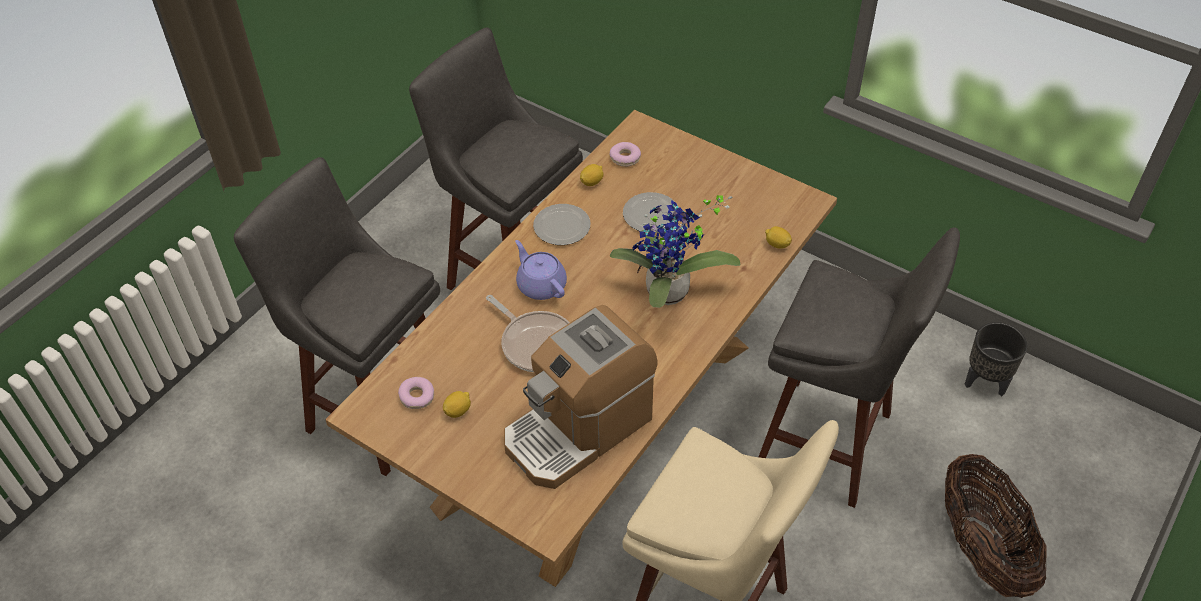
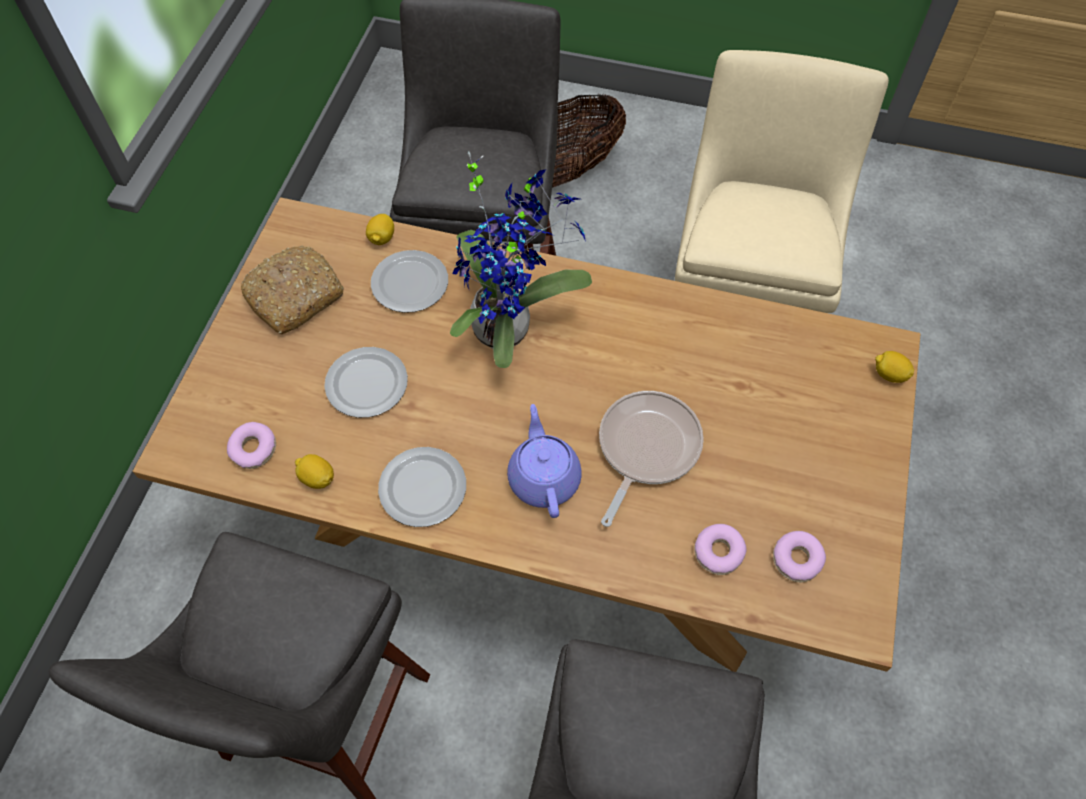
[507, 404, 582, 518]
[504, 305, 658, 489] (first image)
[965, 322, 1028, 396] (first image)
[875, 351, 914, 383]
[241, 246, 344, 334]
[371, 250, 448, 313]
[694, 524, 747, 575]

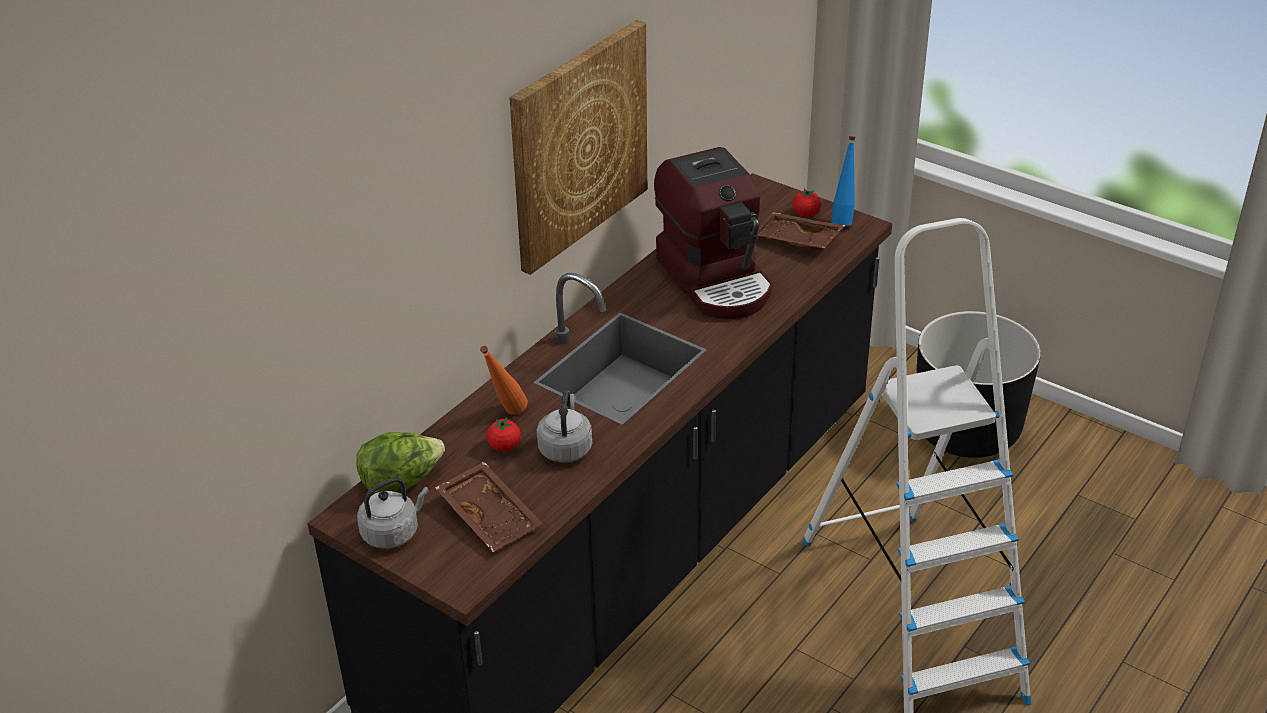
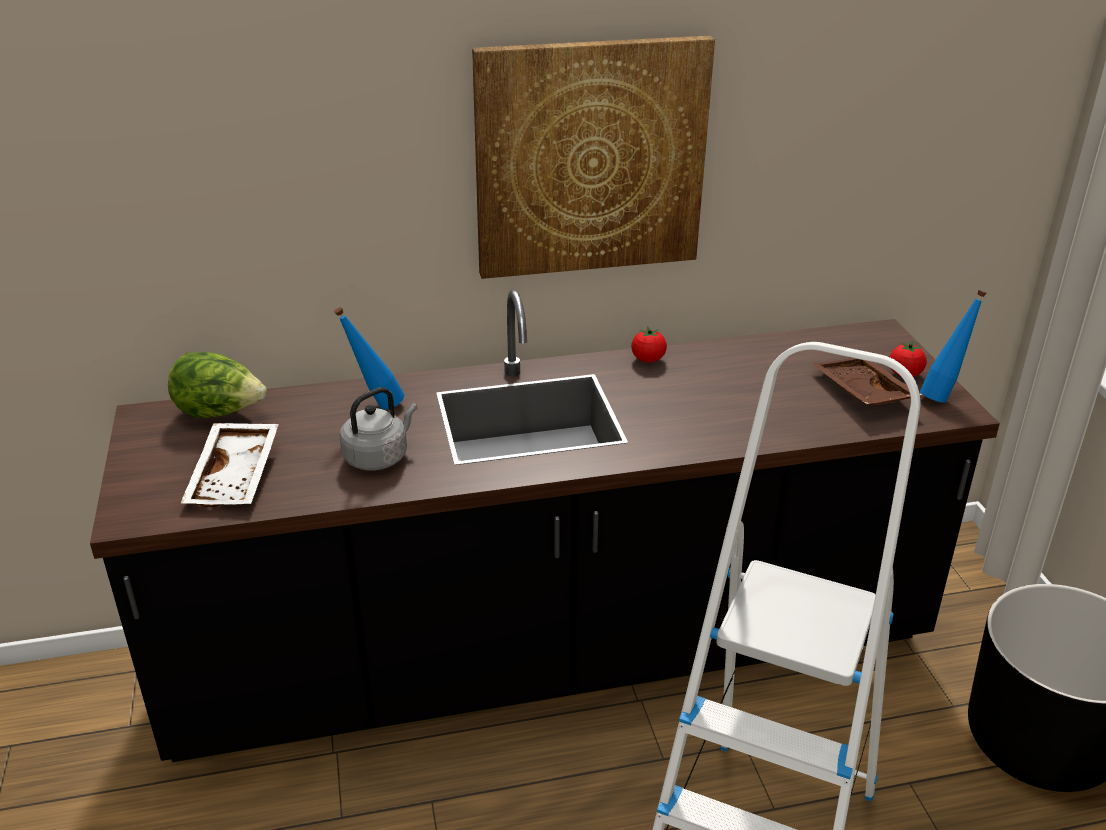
[654, 147, 773, 319] (first image)
[334, 307, 405, 409]
[631, 326, 667, 363]
[180, 423, 279, 507]
[357, 477, 429, 549] (first image)

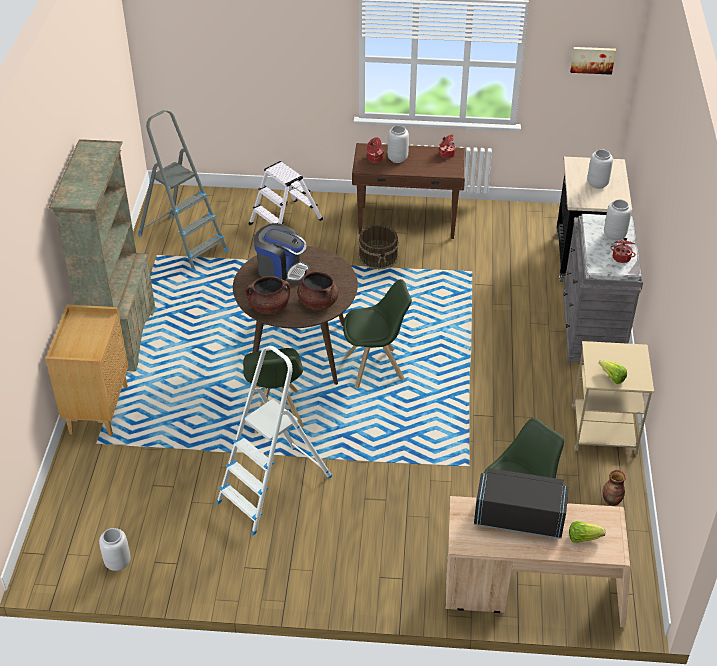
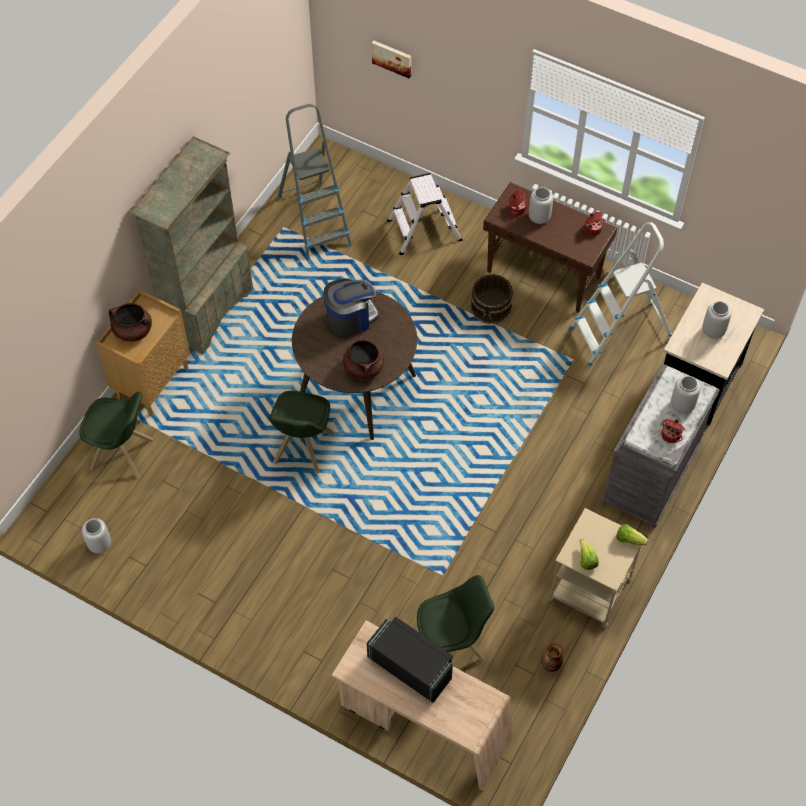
[372, 41, 411, 78]
[323, 278, 379, 336]
[109, 303, 152, 342]
[79, 392, 154, 479]
[569, 222, 672, 366]
[616, 524, 648, 546]

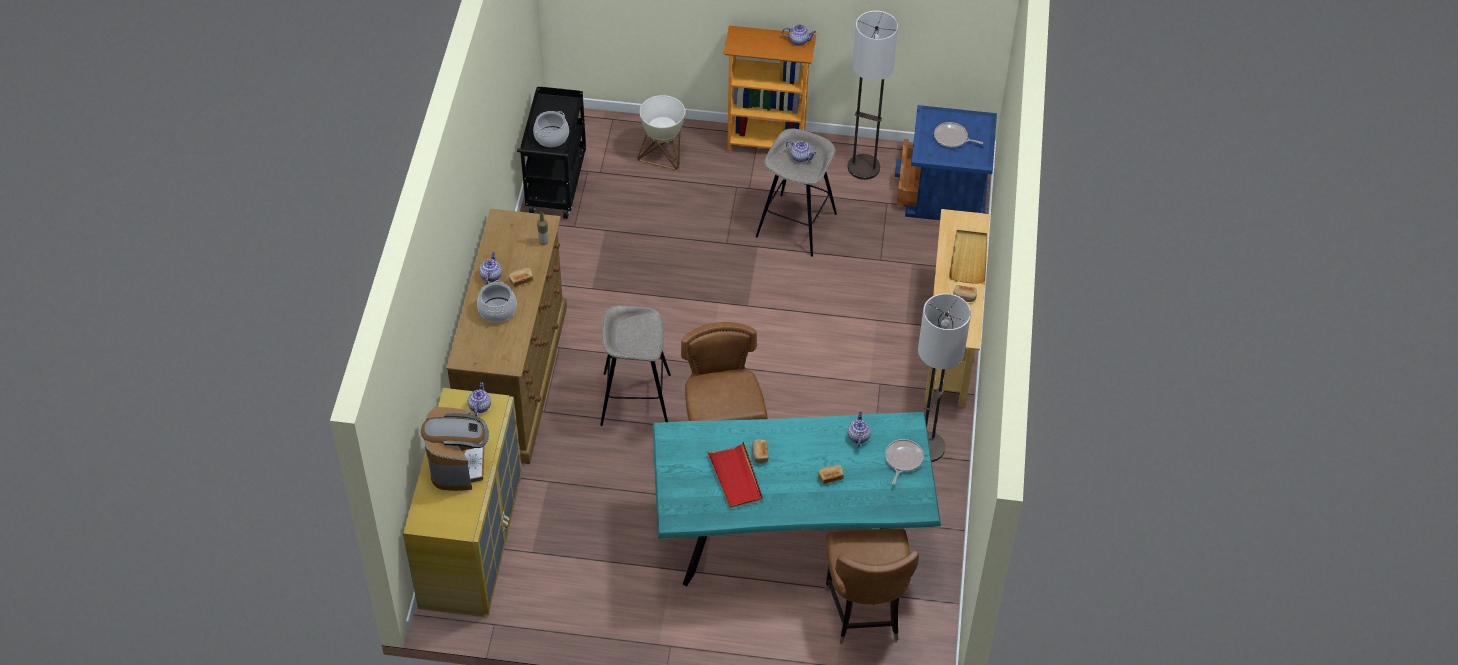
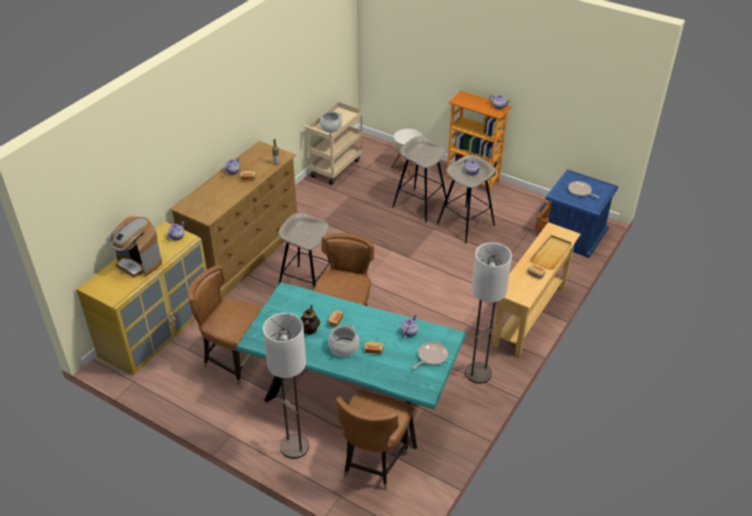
[263, 313, 309, 459]
[303, 102, 363, 185]
[328, 325, 359, 357]
[109, 216, 162, 278]
[300, 305, 320, 335]
[392, 136, 448, 223]
[188, 265, 263, 386]

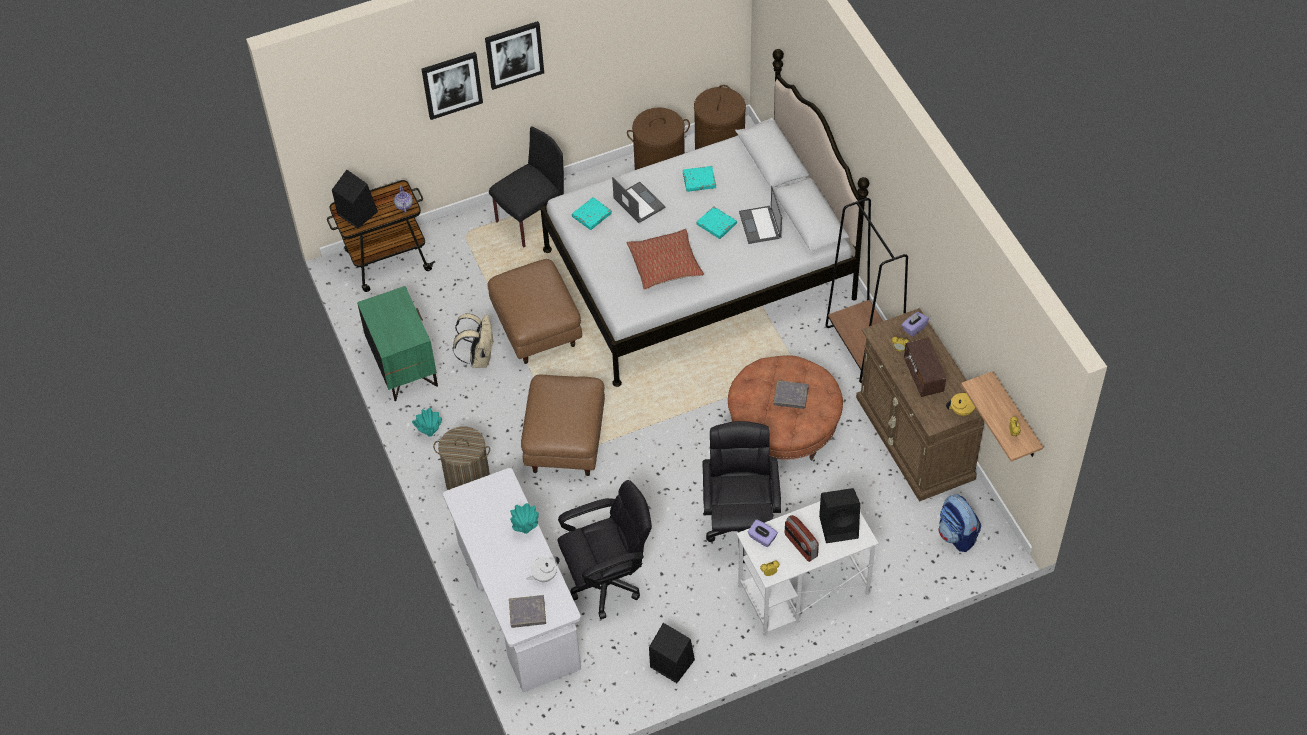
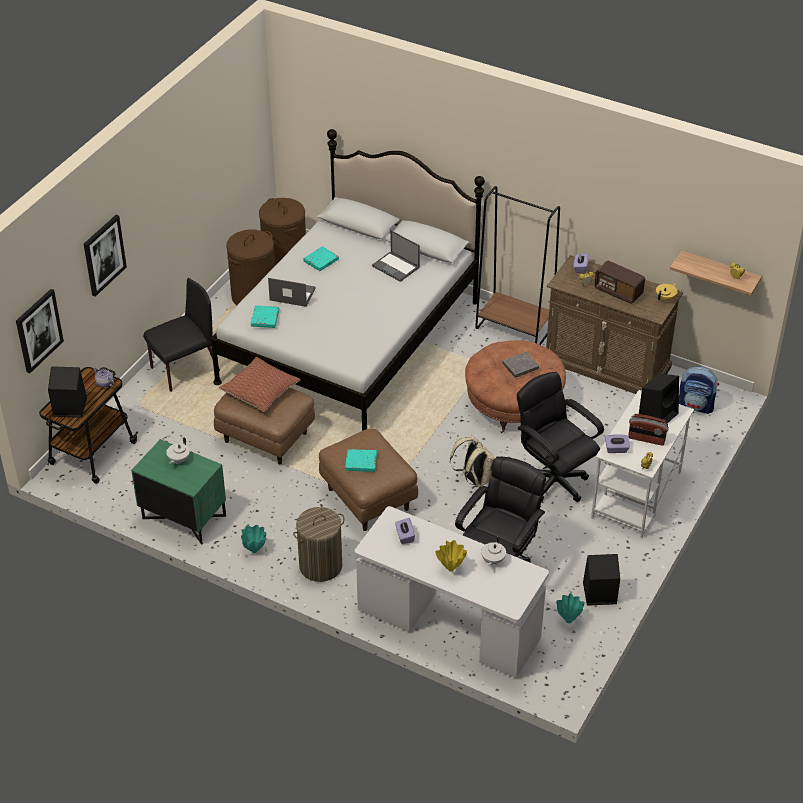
[16, 289, 64, 373]
[143, 278, 220, 392]
[345, 449, 377, 472]
[219, 357, 301, 412]
[450, 435, 496, 487]
[556, 593, 585, 623]
[509, 595, 546, 628] (first image)
[166, 437, 190, 464]
[395, 518, 415, 544]
[435, 540, 467, 571]

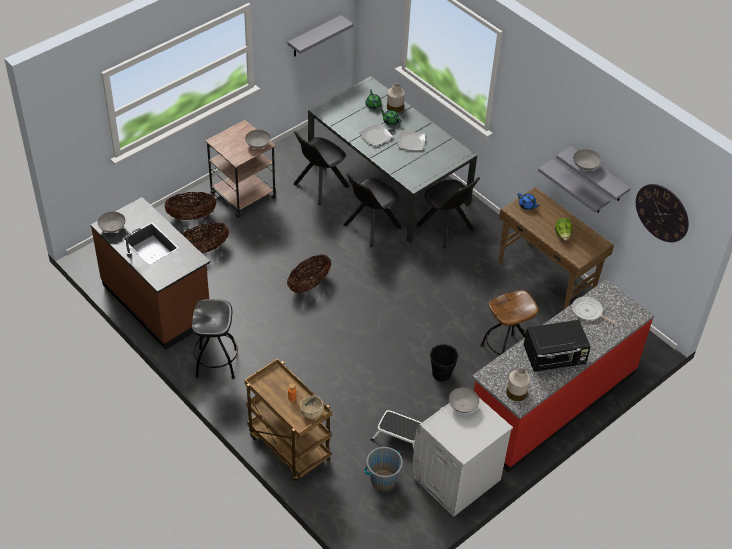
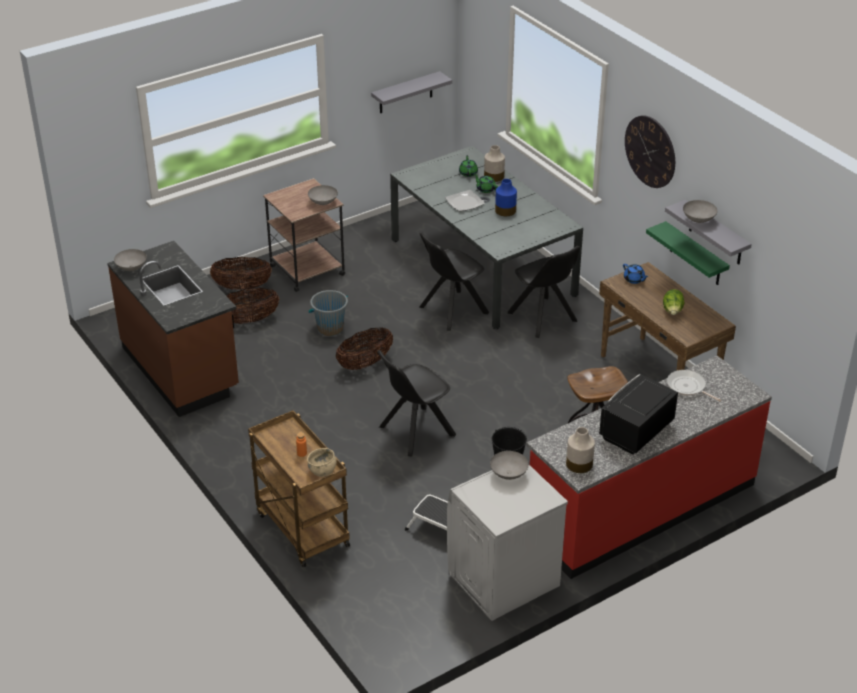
[377, 350, 456, 457]
[495, 179, 517, 216]
[646, 221, 730, 285]
[625, 115, 675, 188]
[192, 299, 238, 379] (first image)
[599, 374, 678, 455]
[308, 290, 348, 336]

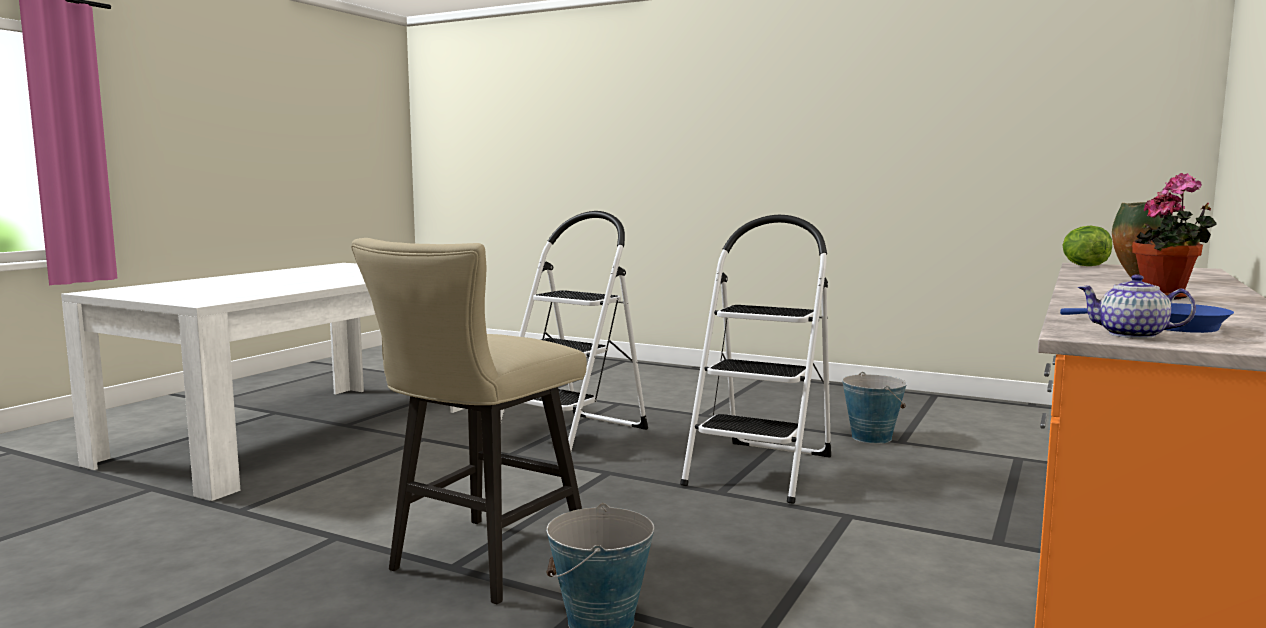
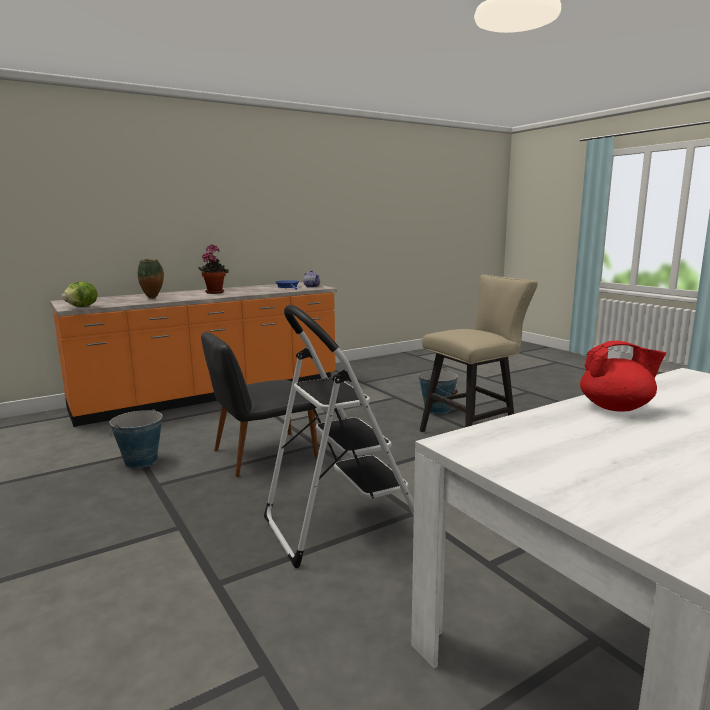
[201, 332, 318, 477]
[580, 341, 666, 411]

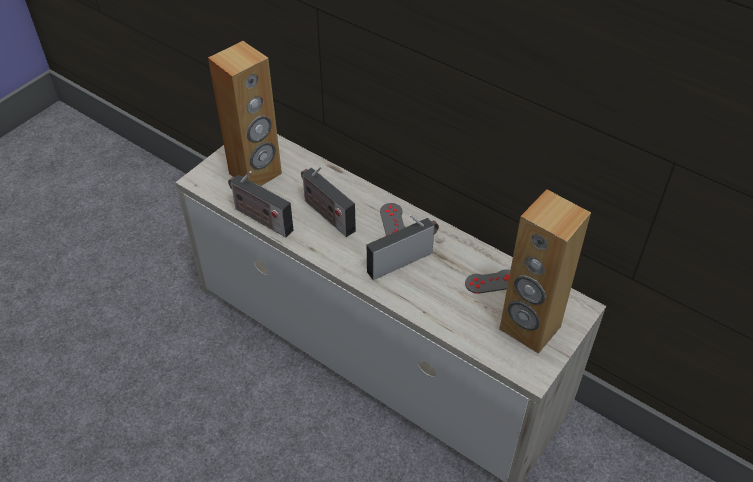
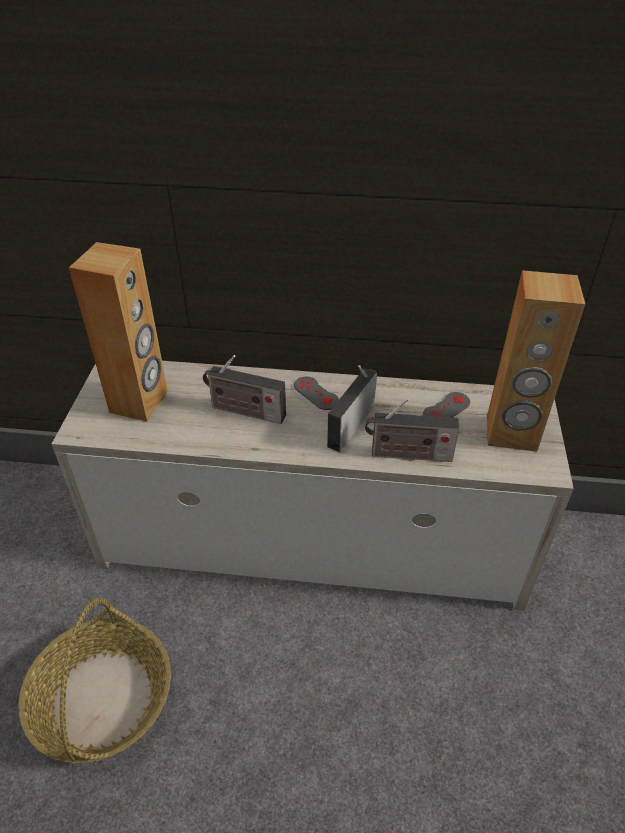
[365, 398, 459, 462]
[18, 598, 171, 763]

